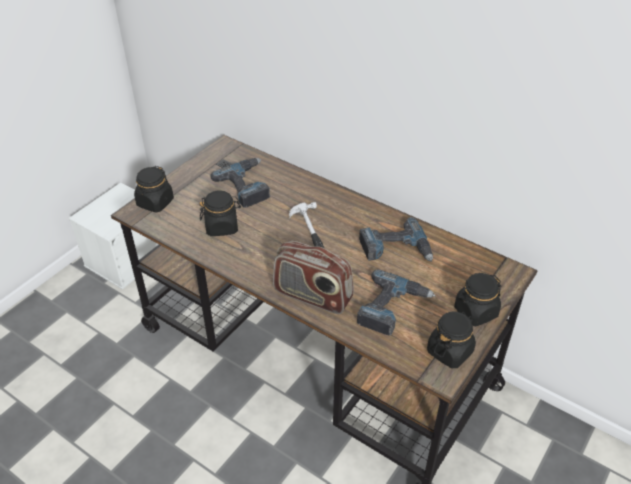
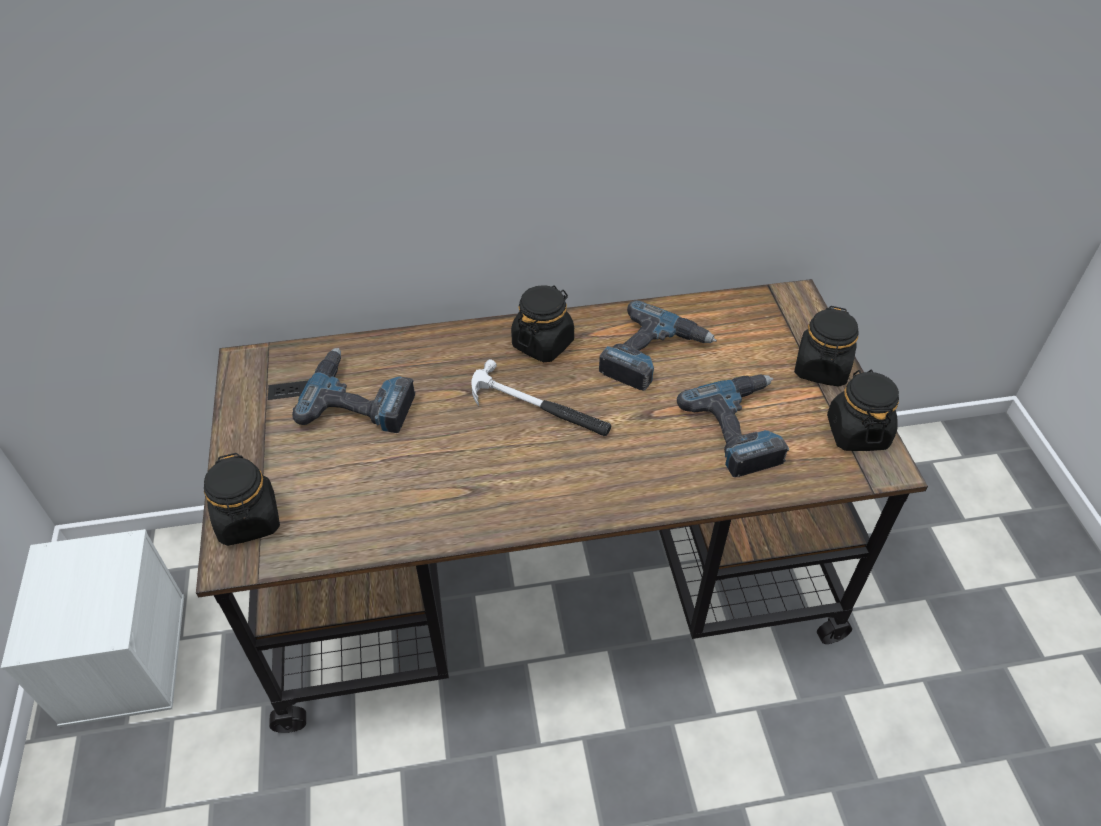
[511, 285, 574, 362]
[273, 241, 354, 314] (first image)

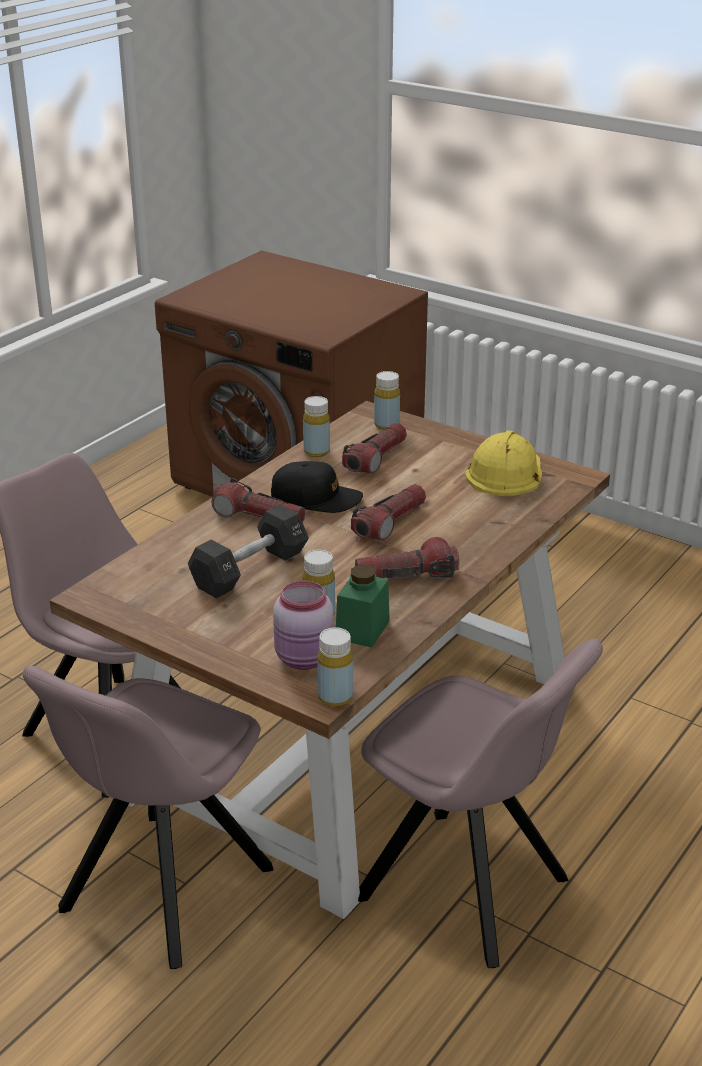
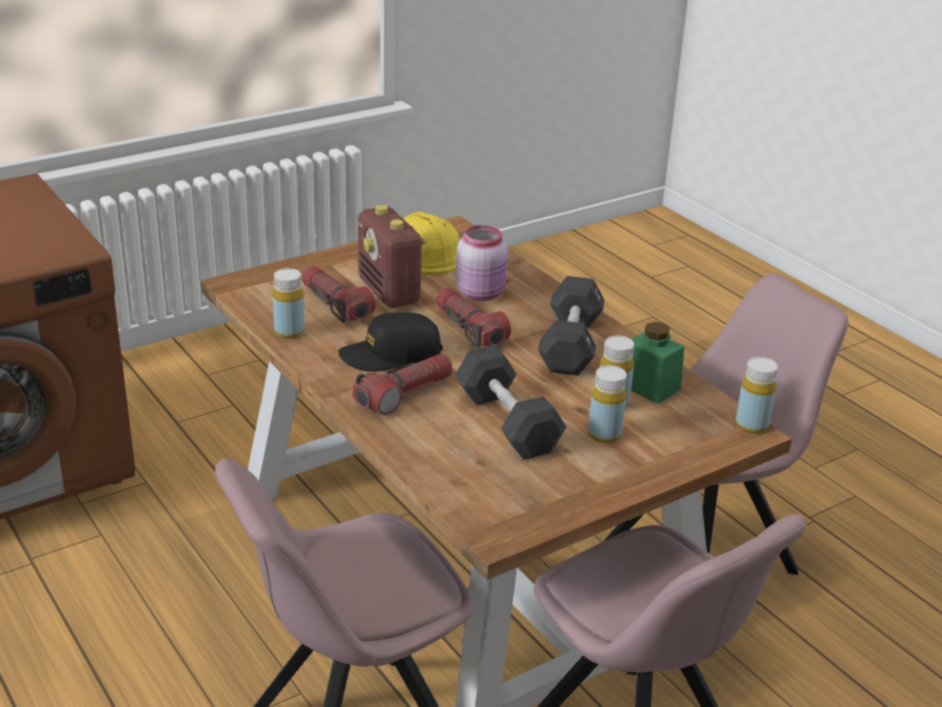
[588, 365, 627, 443]
[338, 312, 443, 372]
[538, 276, 605, 376]
[456, 225, 508, 301]
[358, 205, 426, 308]

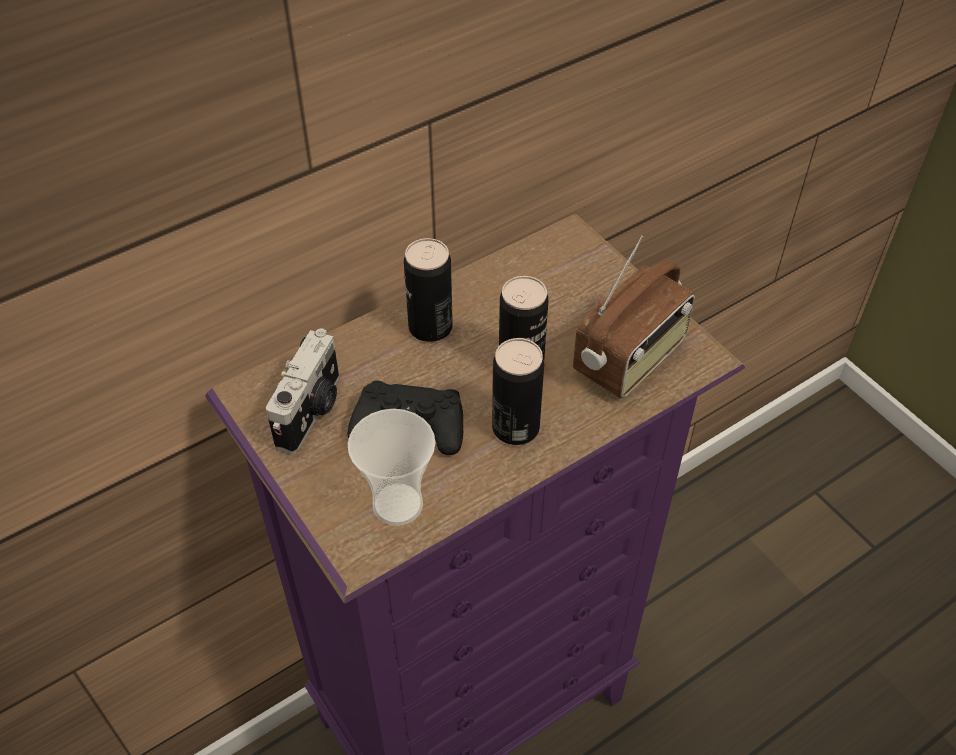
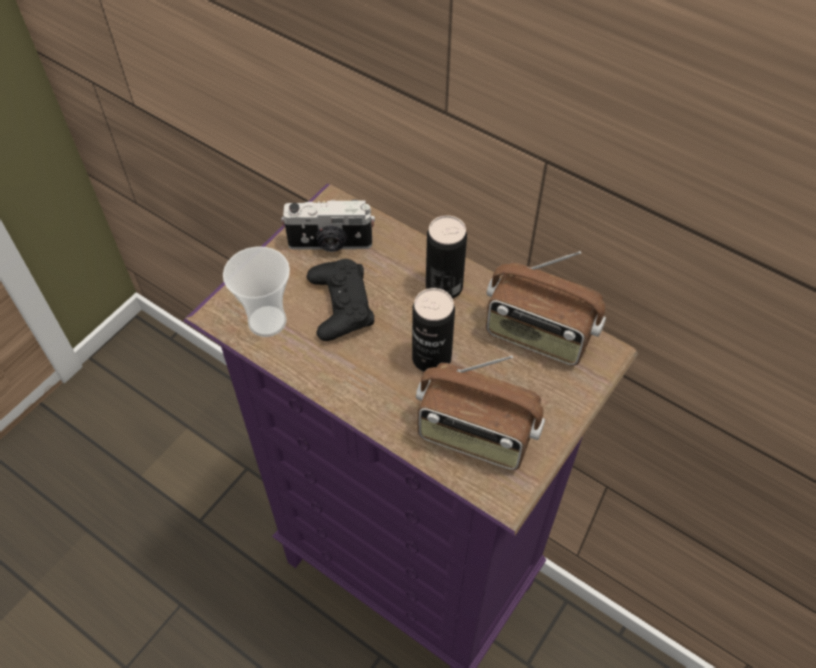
[492, 338, 544, 445] (first image)
[486, 251, 606, 366]

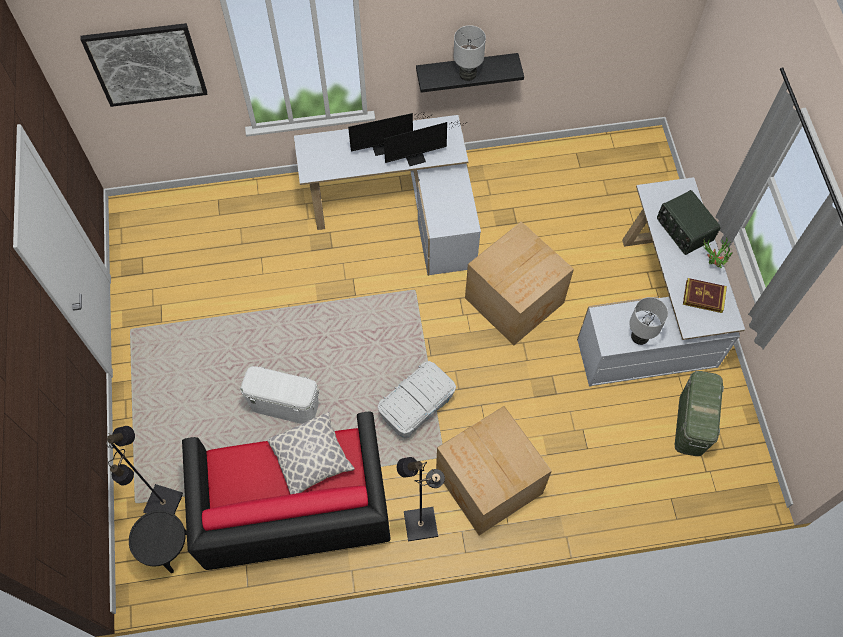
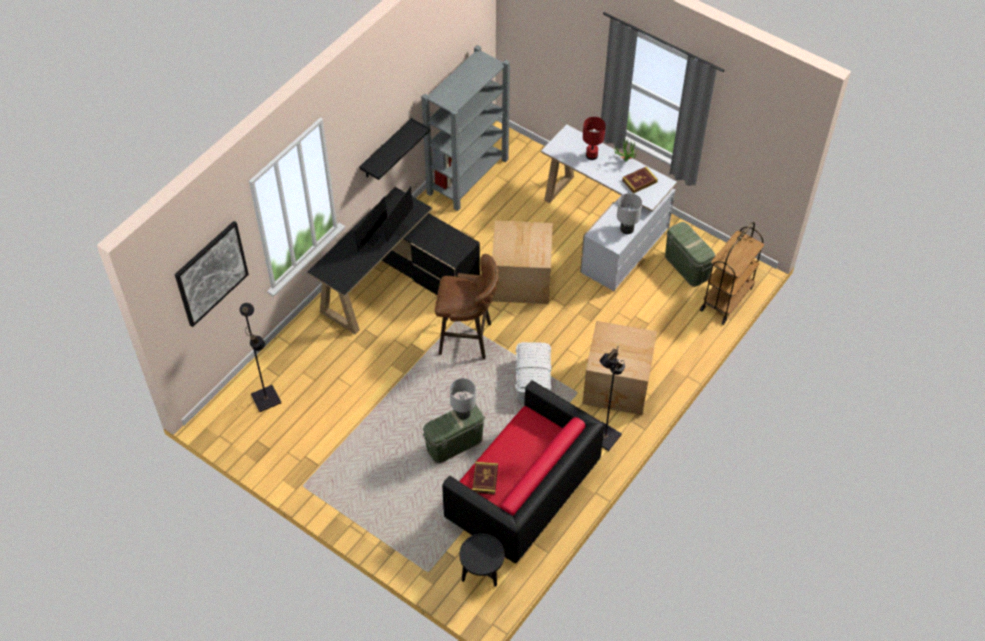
[450, 378, 476, 419]
[307, 187, 480, 335]
[583, 117, 606, 160]
[422, 404, 485, 463]
[267, 412, 355, 494] (first image)
[239, 303, 281, 412]
[421, 45, 510, 211]
[700, 222, 764, 325]
[435, 254, 499, 359]
[472, 462, 498, 495]

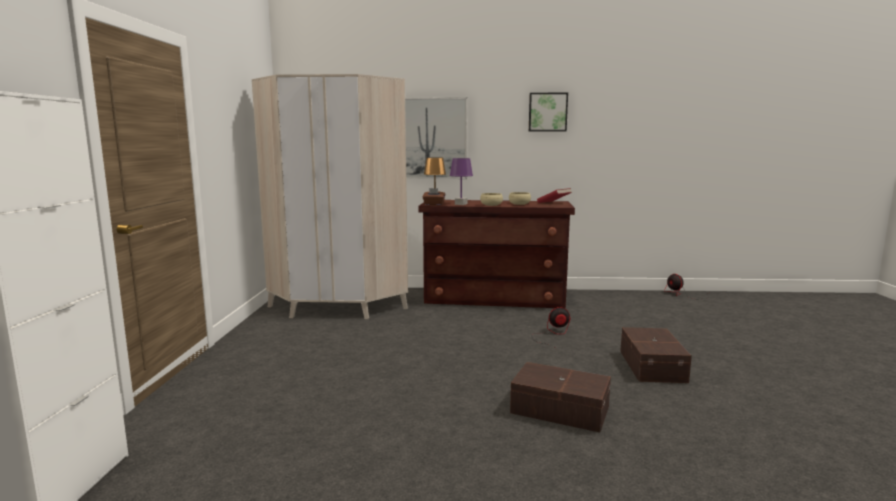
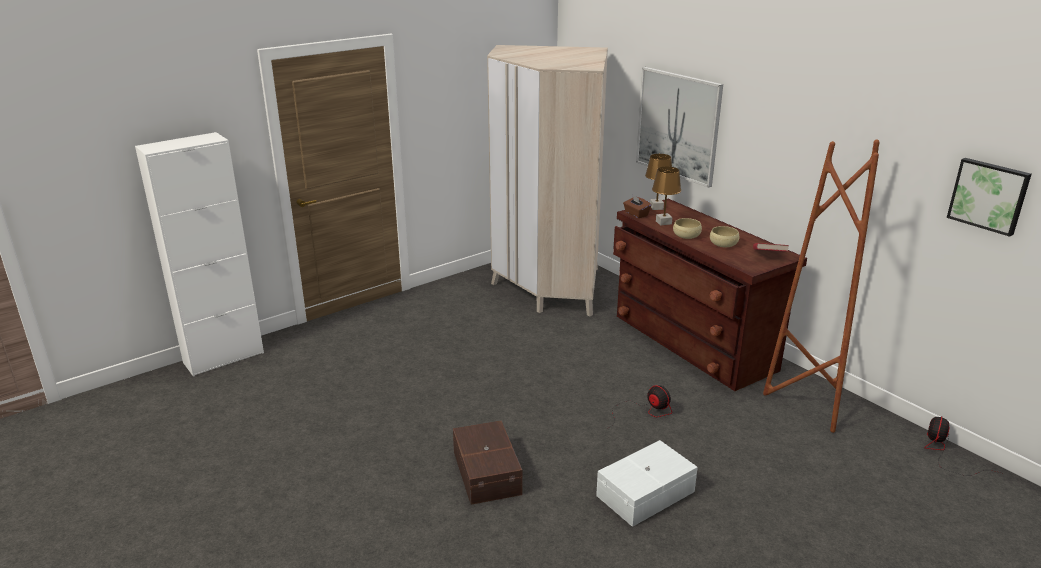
[947, 158, 1032, 237]
[652, 166, 681, 226]
[596, 440, 698, 527]
[763, 139, 879, 433]

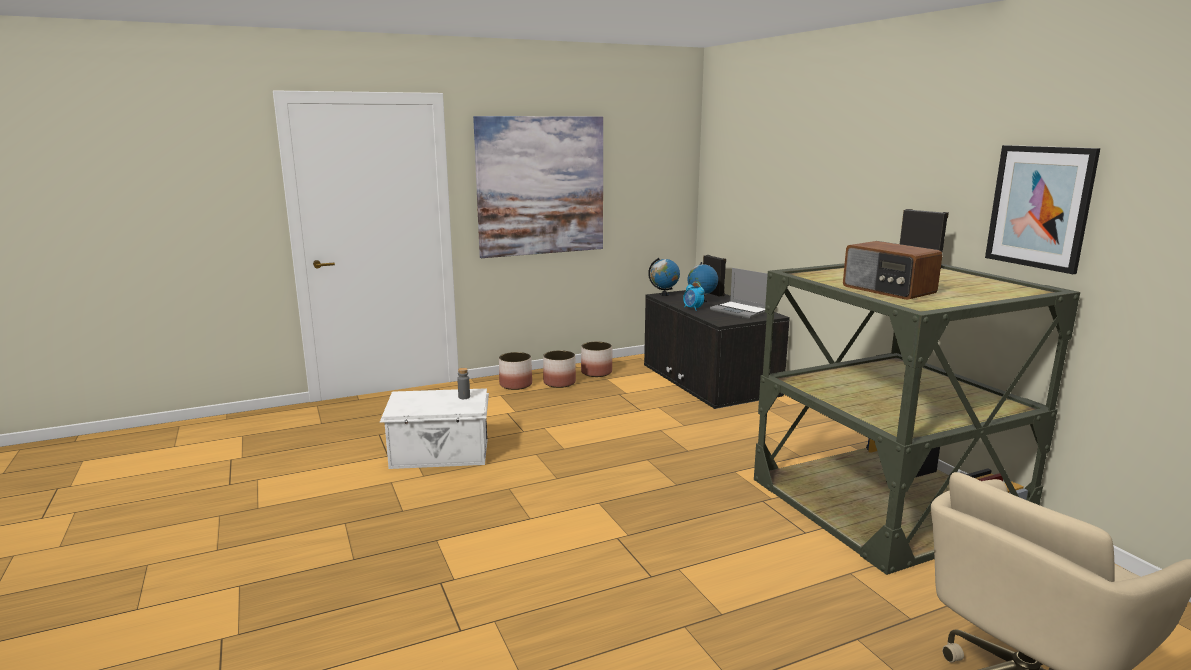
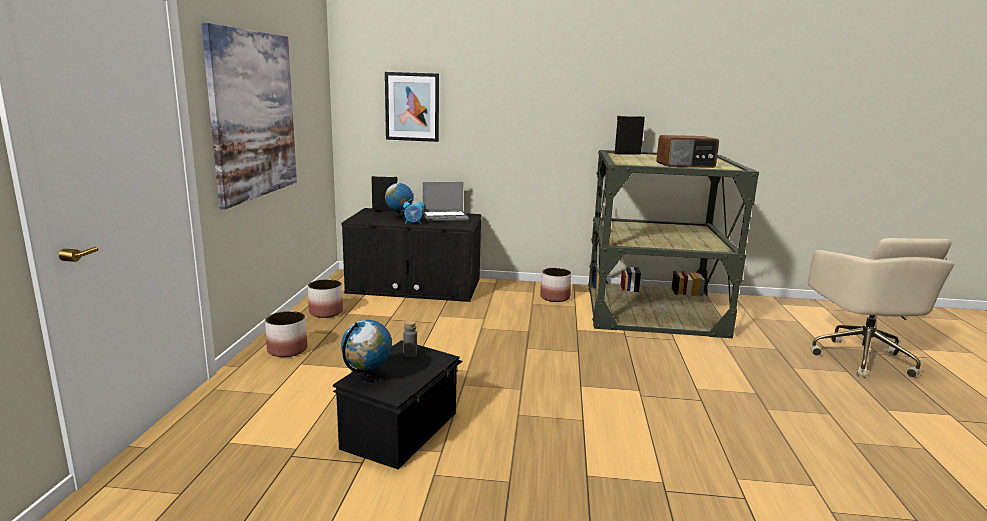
[385, 72, 439, 142]
[341, 320, 392, 382]
[540, 268, 572, 302]
[333, 340, 463, 469]

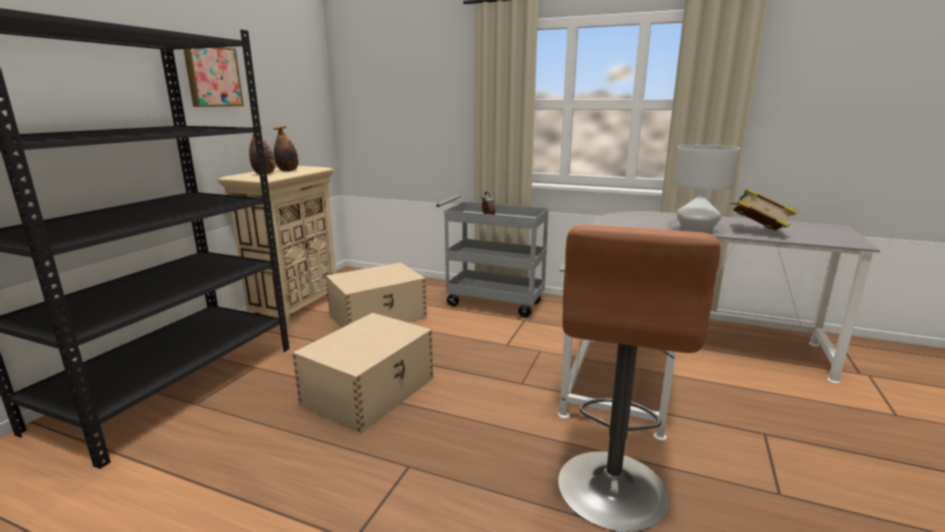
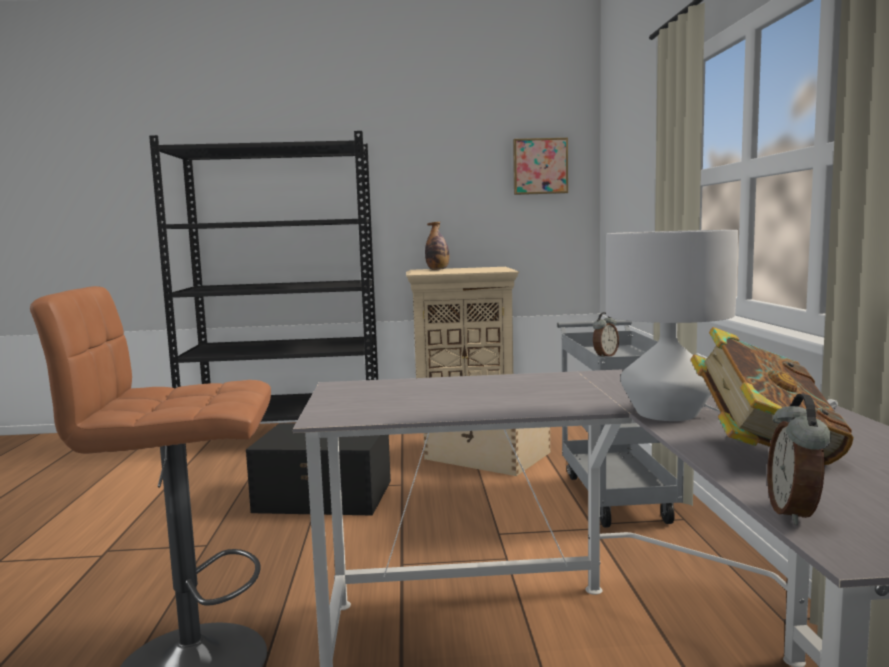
[513, 138, 568, 195]
[273, 126, 299, 172] (first image)
[246, 423, 391, 515]
[767, 394, 831, 525]

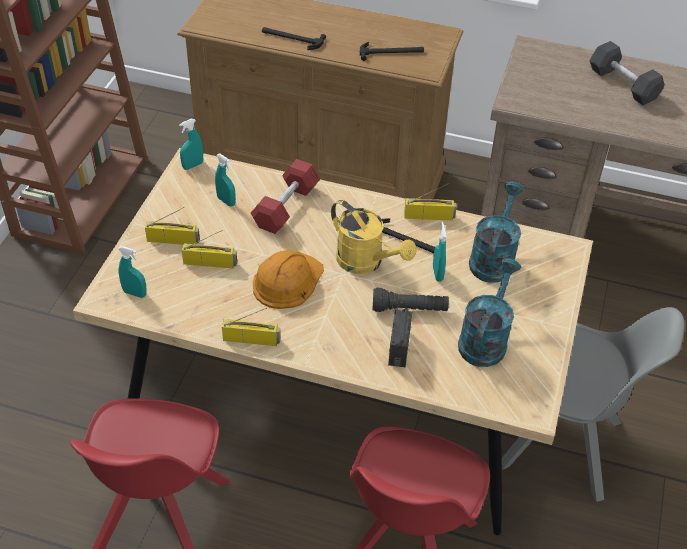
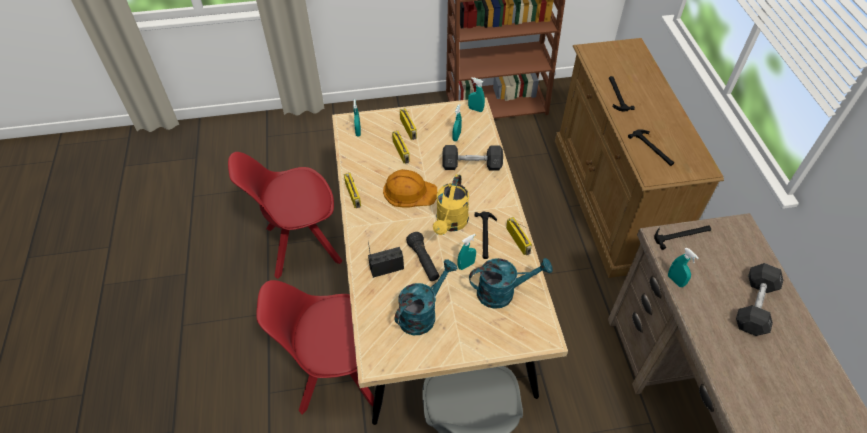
[443, 145, 503, 170]
[395, 259, 457, 335]
[654, 225, 711, 250]
[668, 248, 699, 287]

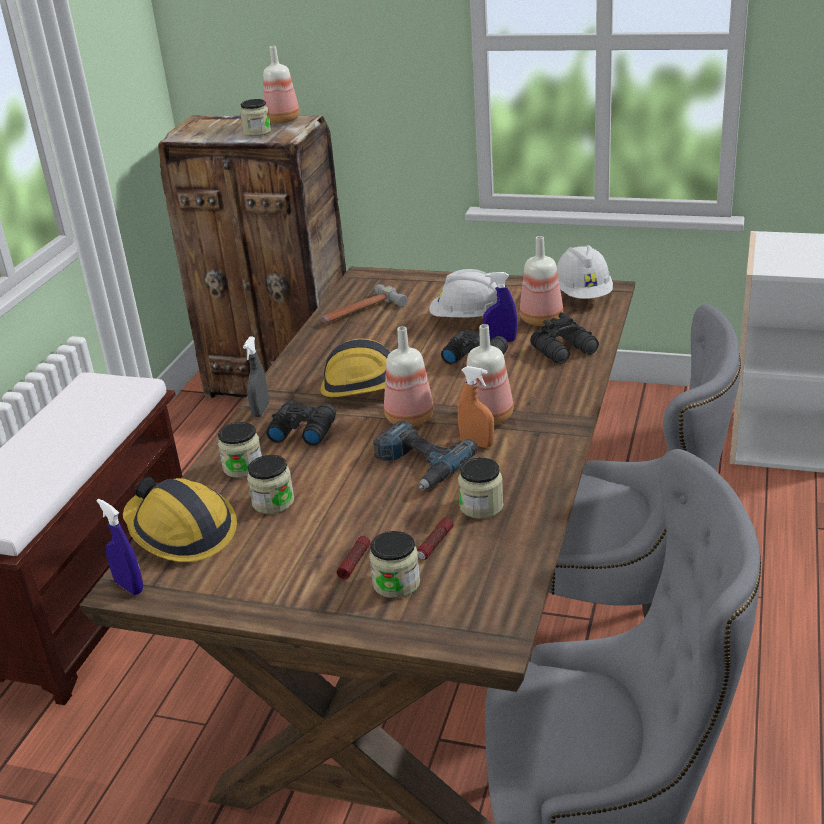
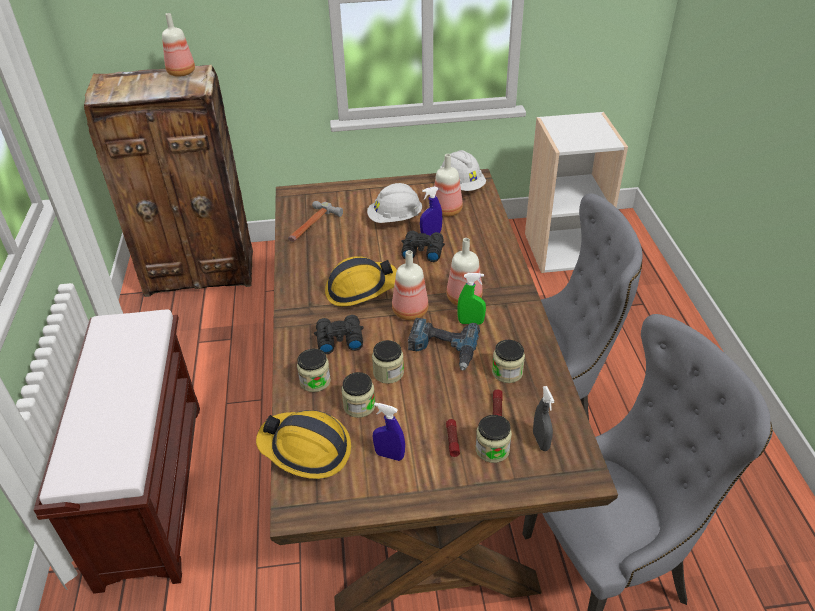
[372, 340, 404, 384]
[530, 312, 599, 364] (first image)
[533, 386, 554, 451]
[457, 273, 486, 325]
[373, 402, 405, 461]

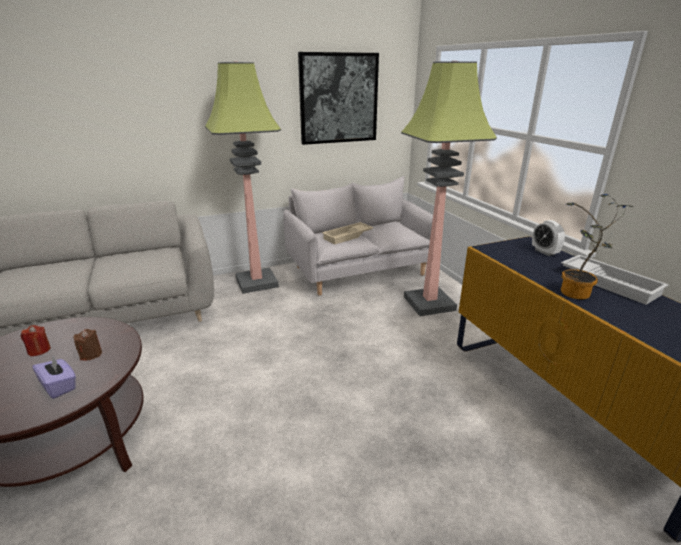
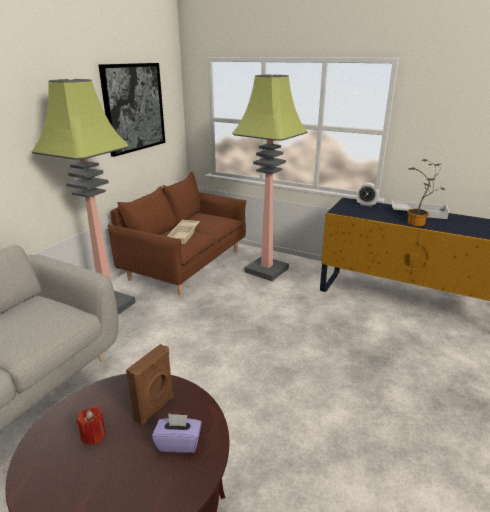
[108, 172, 246, 296]
[126, 344, 174, 426]

